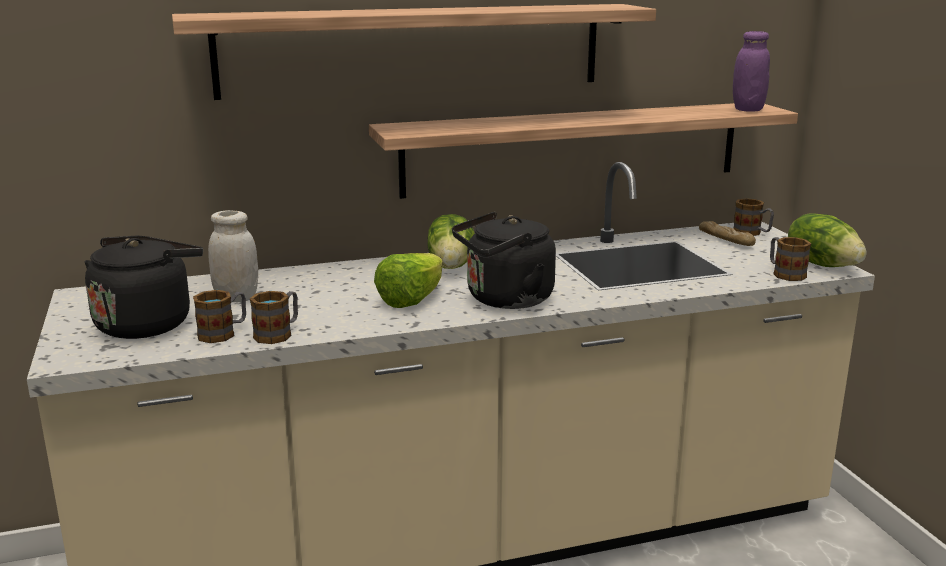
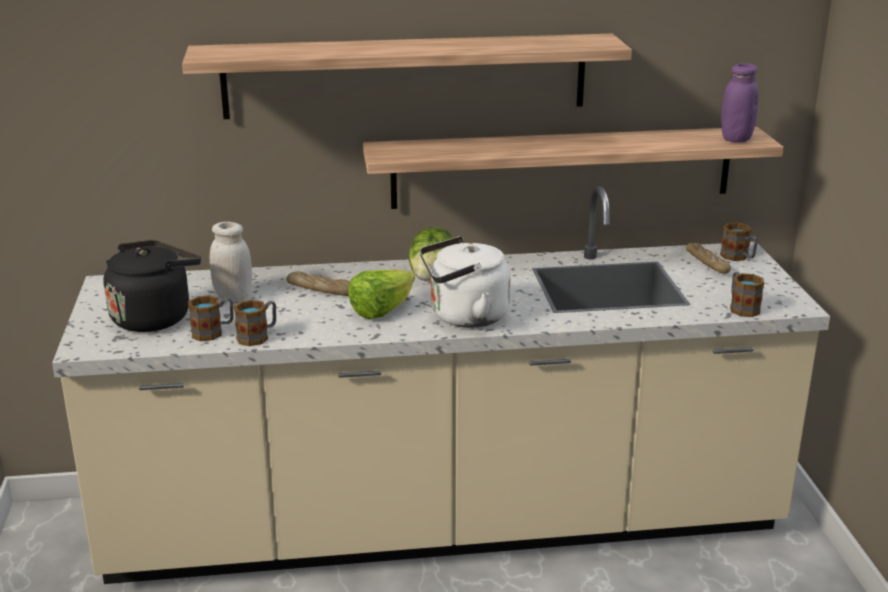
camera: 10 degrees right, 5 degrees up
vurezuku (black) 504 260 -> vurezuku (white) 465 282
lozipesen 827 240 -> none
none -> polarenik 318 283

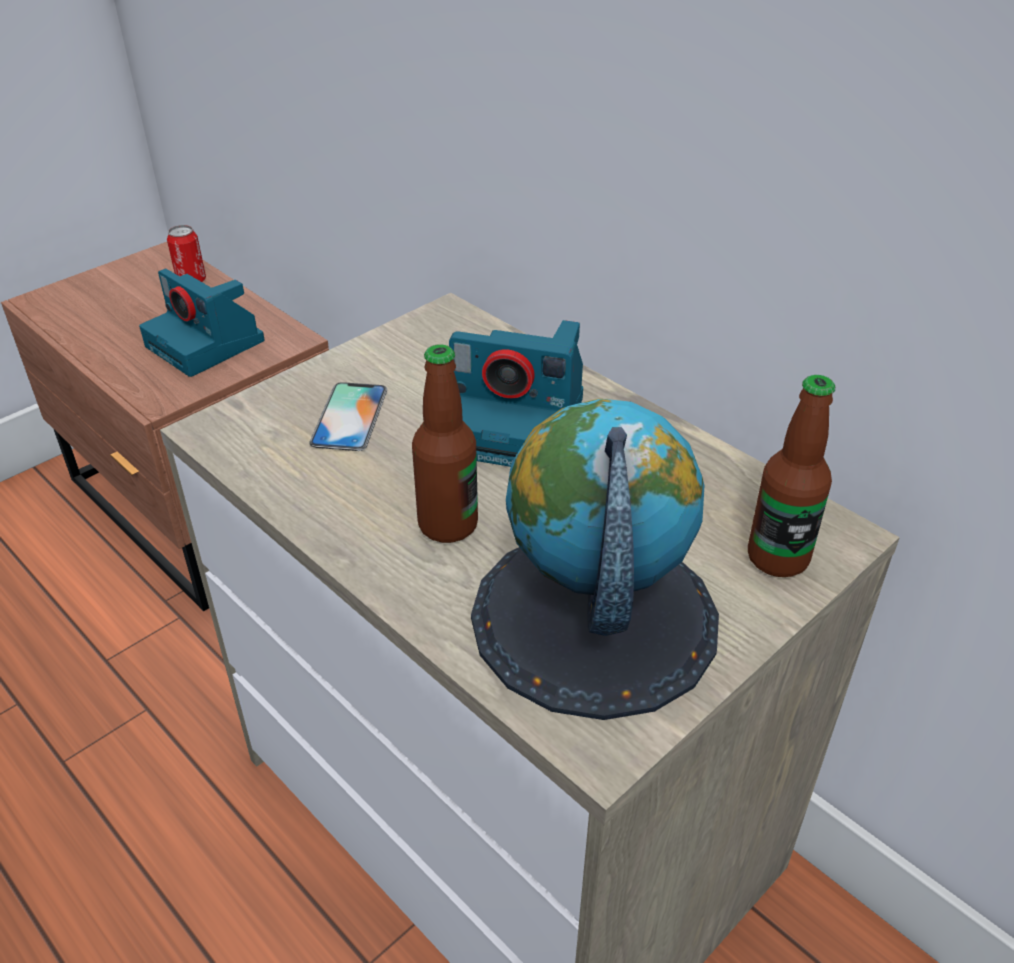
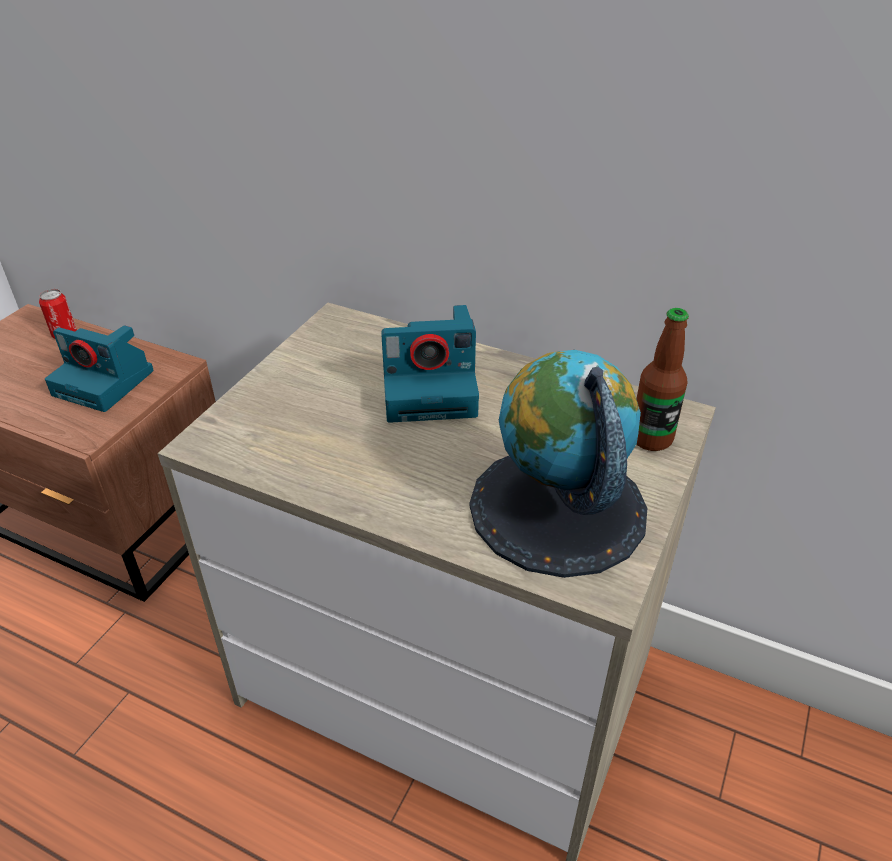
camera: 20 degrees left, 0 degrees up
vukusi 445 443 -> none
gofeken 348 416 -> none

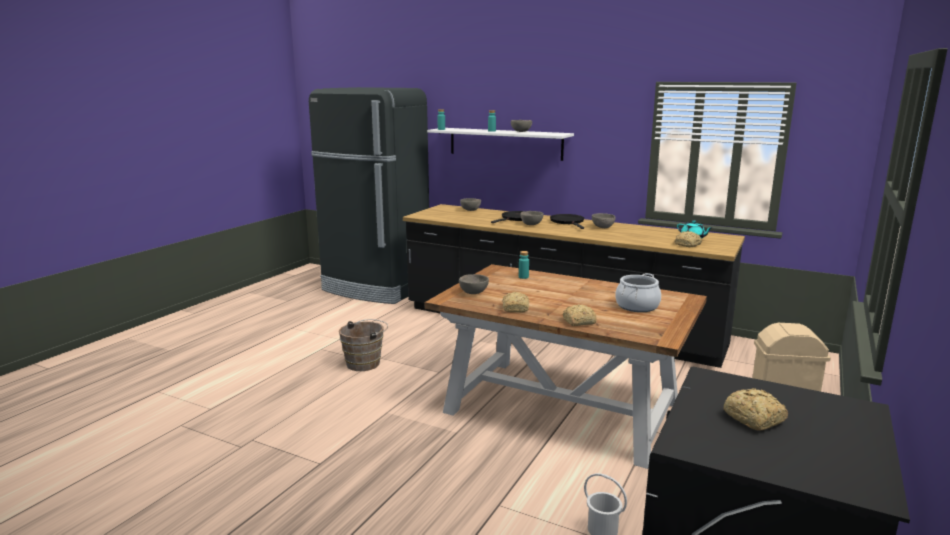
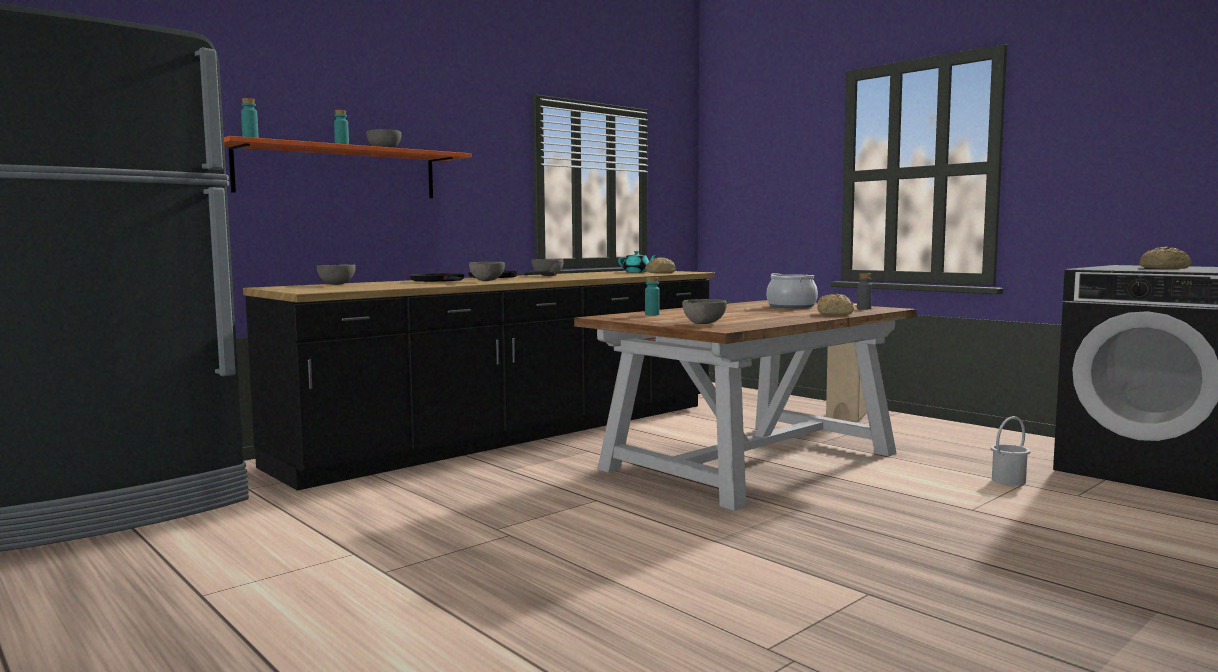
camera: 70 degrees left, 10 degrees down
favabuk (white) 500 144 -> favabuk (orange) 348 167
polarenik 516 302 -> none
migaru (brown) 363 345 -> none
none -> vukusi (grey) 864 291

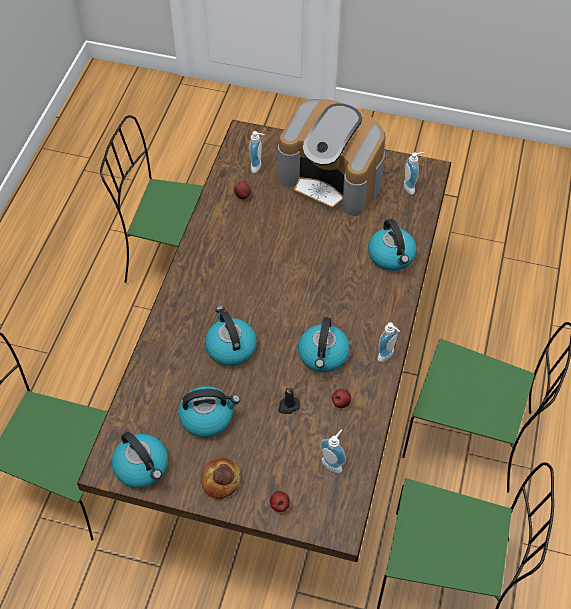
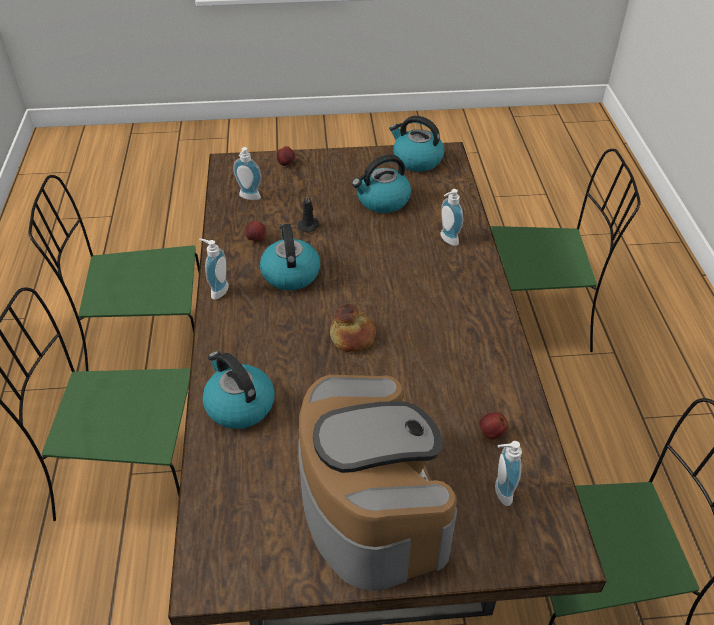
camera: 160 degrees right, 10 degrees down
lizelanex 331 157 -> lizelanex 377 483, 60 degrees clockwise
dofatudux 414 173 -> dofatudux 451 217, relocated
vurezuku 231 336 -> none
polarenik 221 478 -> polarenik 353 328, relocated

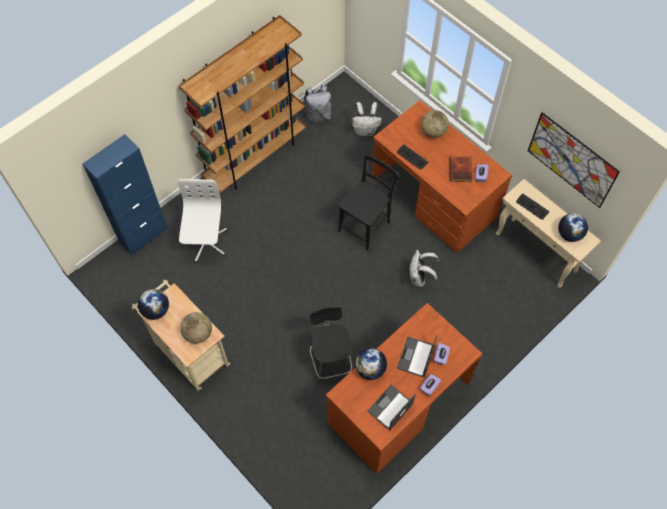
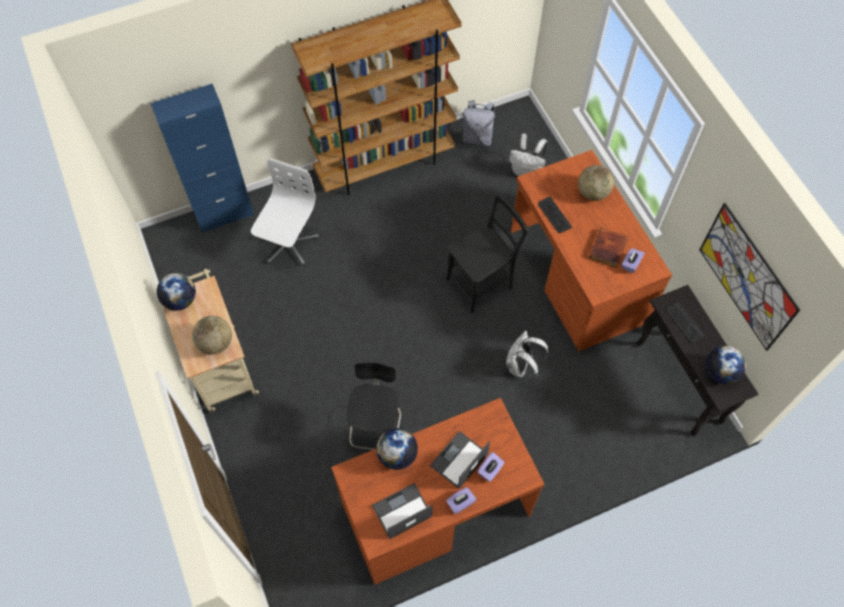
camera: 20 degrees right, 0 degrees up
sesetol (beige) 548 233 -> sesetol (black) 697 361

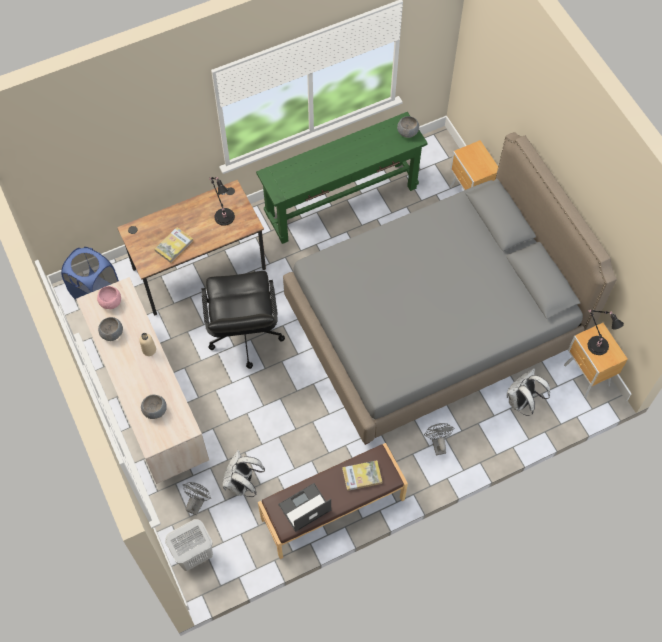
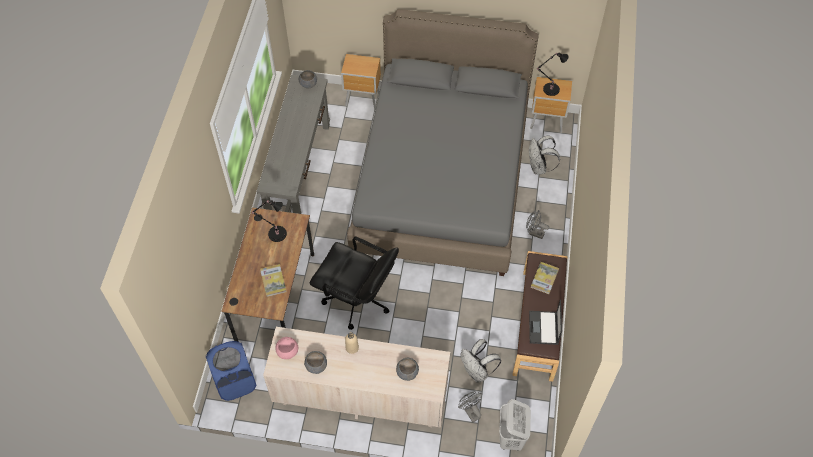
camera: 55 degrees left, 5 degrees down
sesetol (green) 341 178 -> sesetol (grey) 293 144

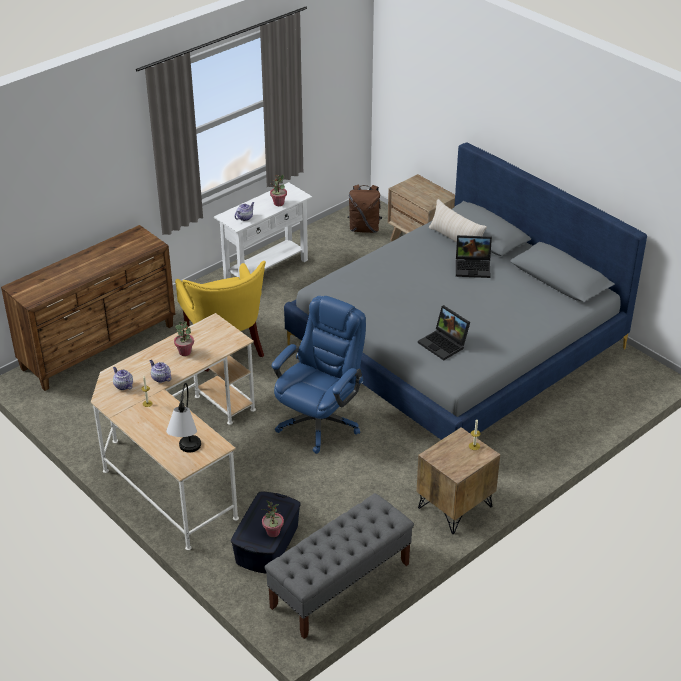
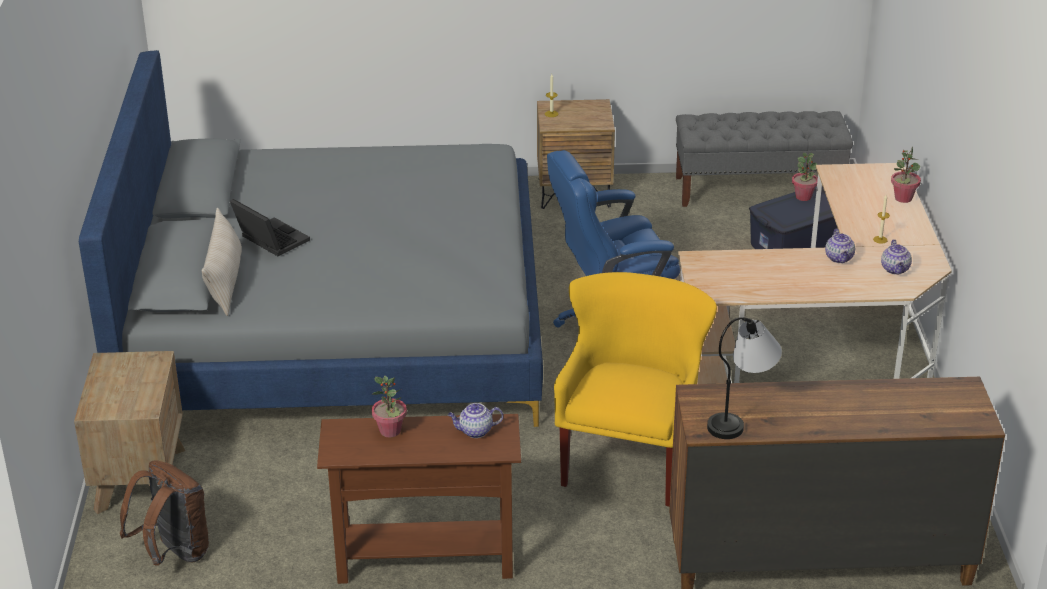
camera: 140 degrees left, 5 degrees down
sesetol (white) 263 230 -> sesetol (brown) 419 499
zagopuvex 444 332 -> none
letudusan 184 338 -> letudusan 906 175, relocated
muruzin 183 418 -> muruzin 744 378, relocated

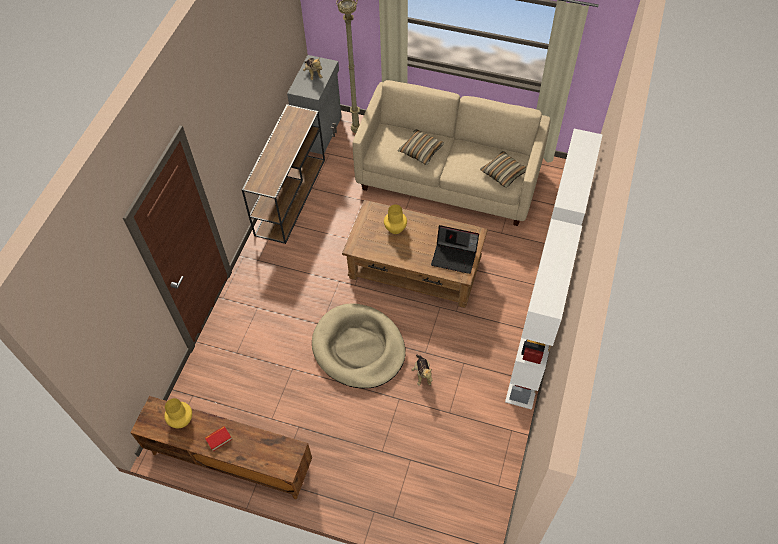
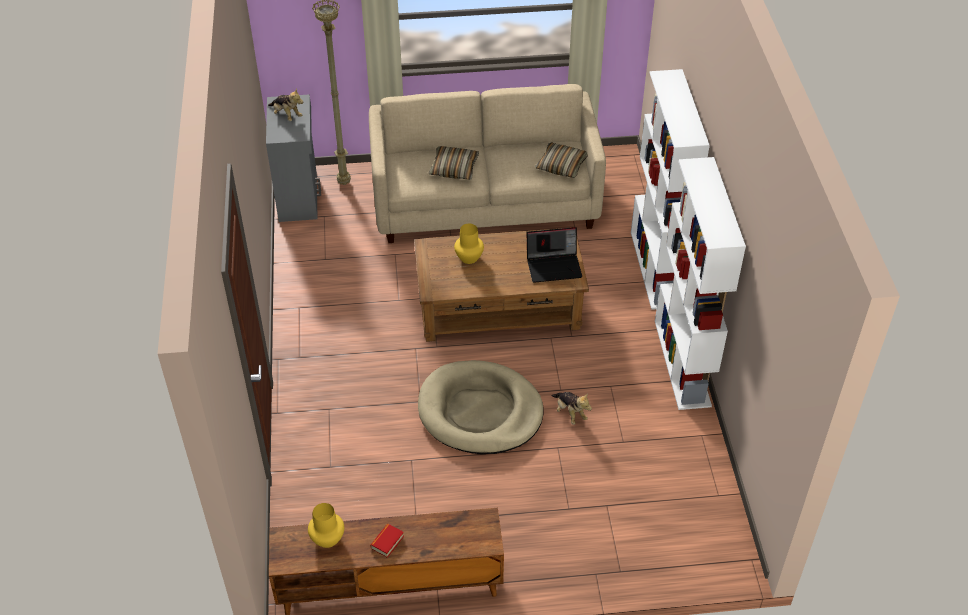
camera: 25 degrees left, 10 degrees down
sesetol (brown) 283 174 -> none

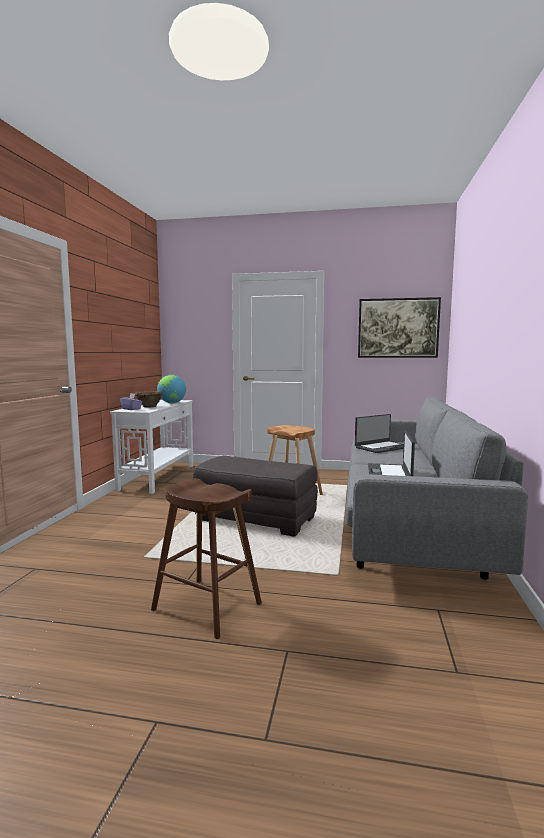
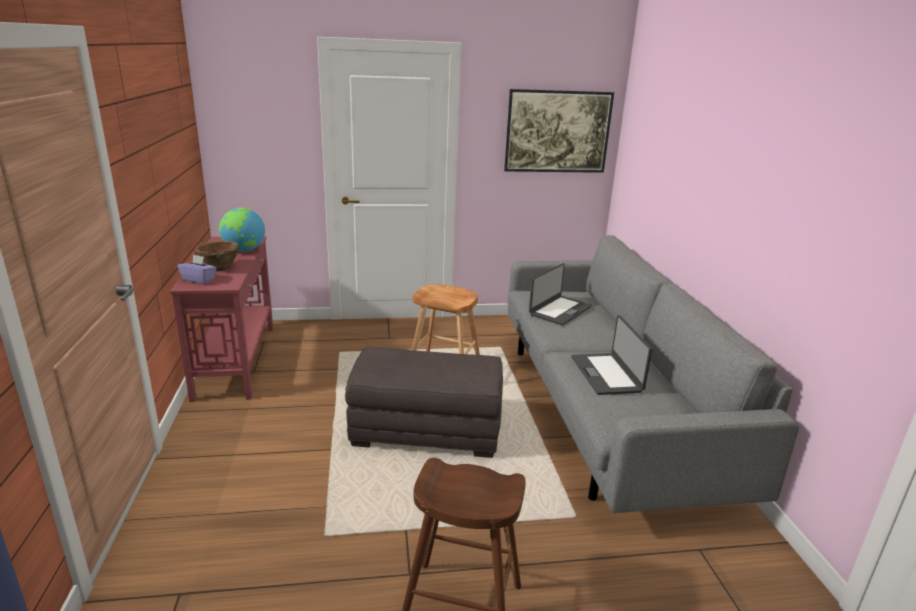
camera: 20 degrees left, 15 degrees up
sesetol (white) 152 447 -> sesetol (red) 221 319

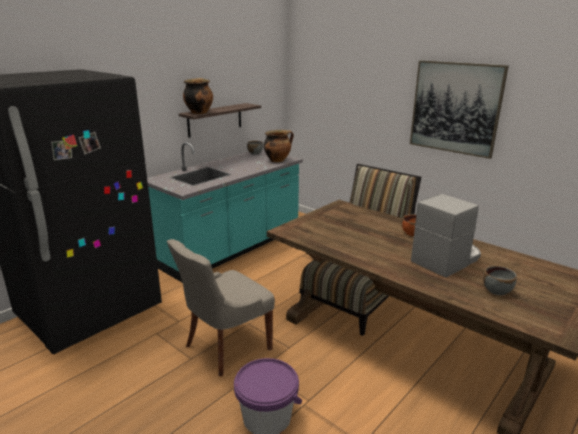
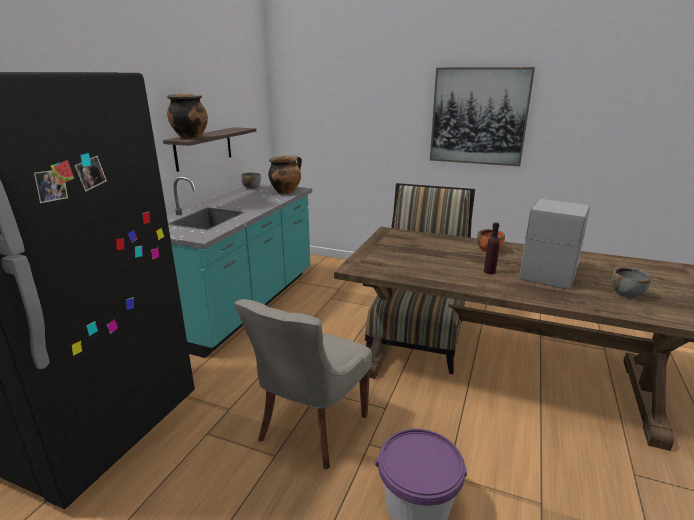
camera: 20 degrees left, 0 degrees up
none -> vukusi (purple) 492 248

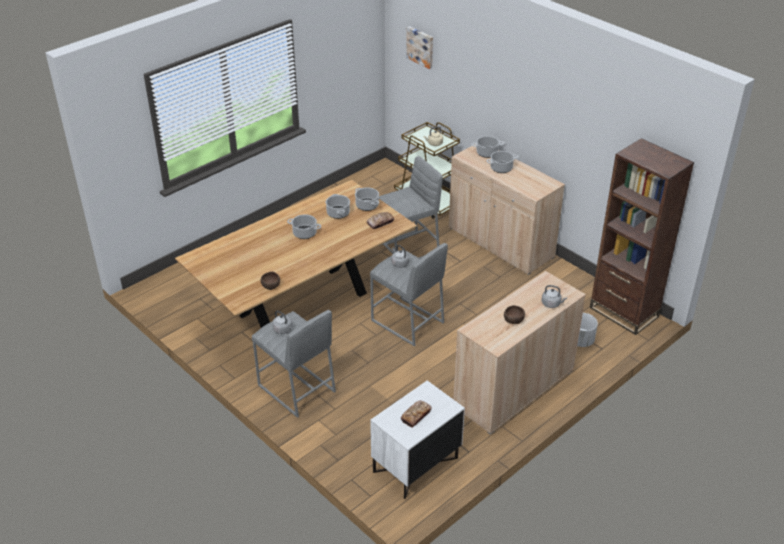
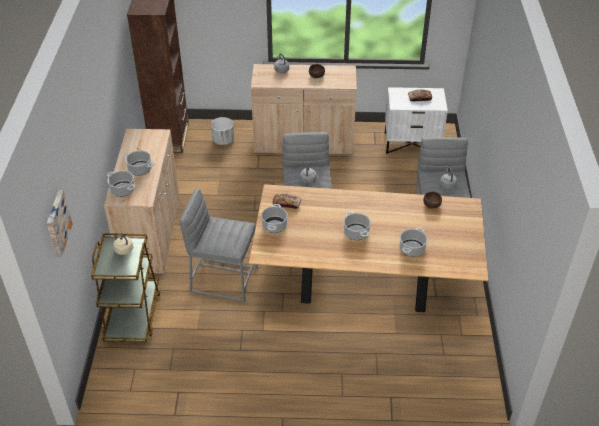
camera: 135 degrees left, 5 degrees up
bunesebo 337 206 -> bunesebo 414 242, relocated

